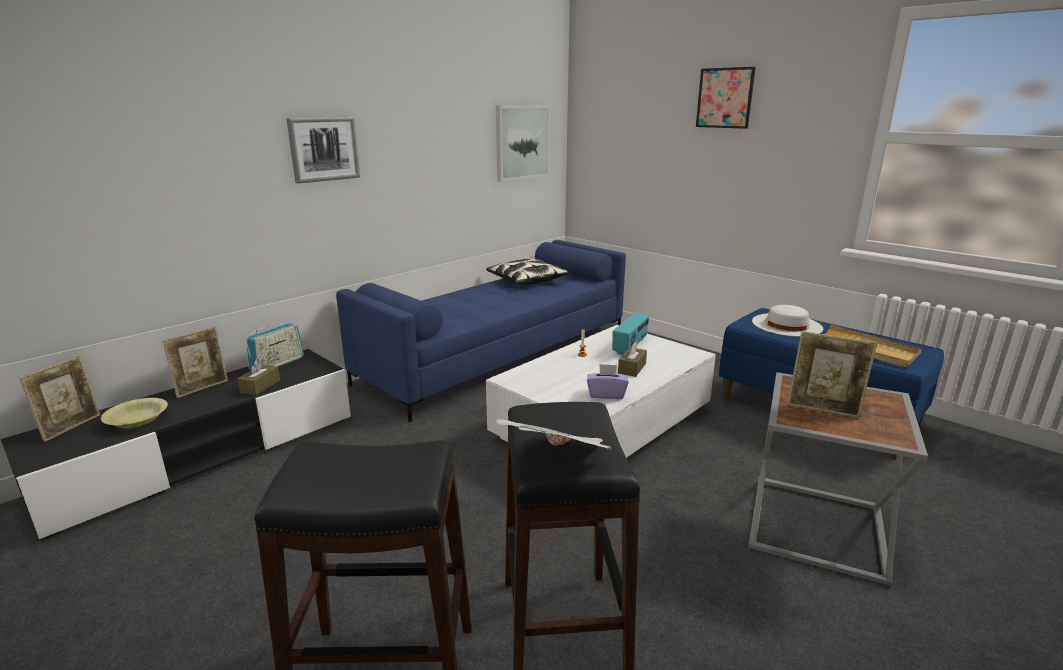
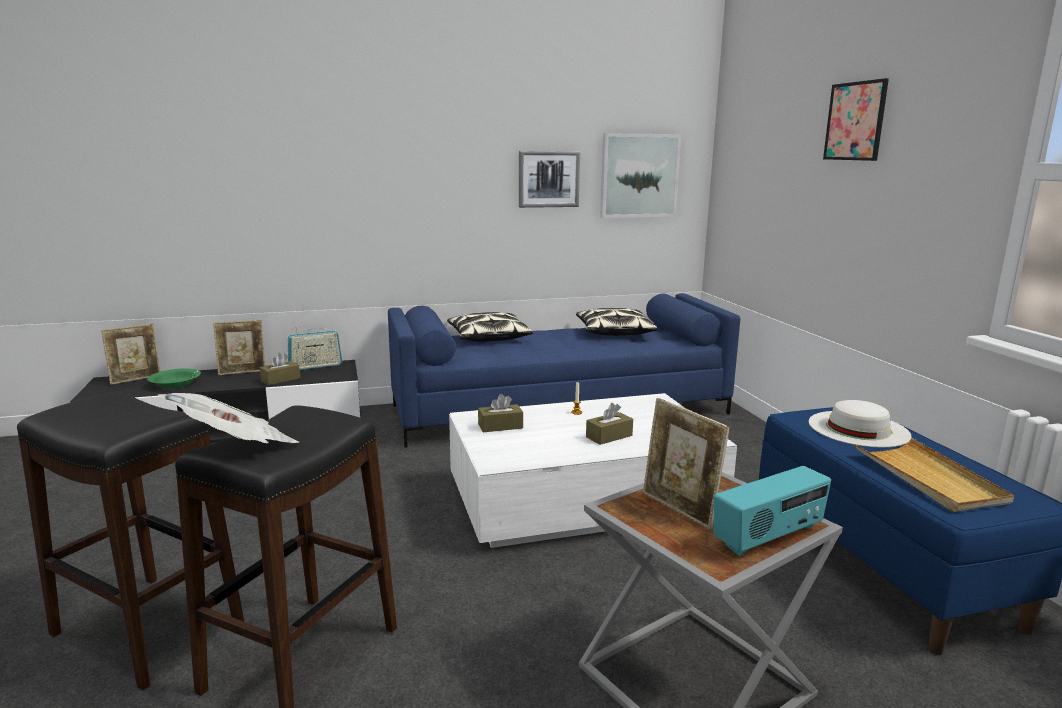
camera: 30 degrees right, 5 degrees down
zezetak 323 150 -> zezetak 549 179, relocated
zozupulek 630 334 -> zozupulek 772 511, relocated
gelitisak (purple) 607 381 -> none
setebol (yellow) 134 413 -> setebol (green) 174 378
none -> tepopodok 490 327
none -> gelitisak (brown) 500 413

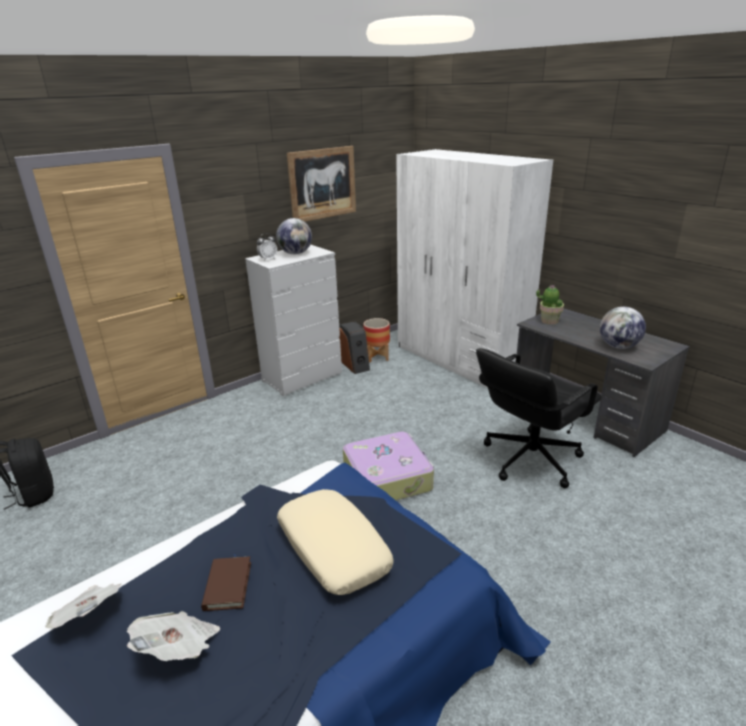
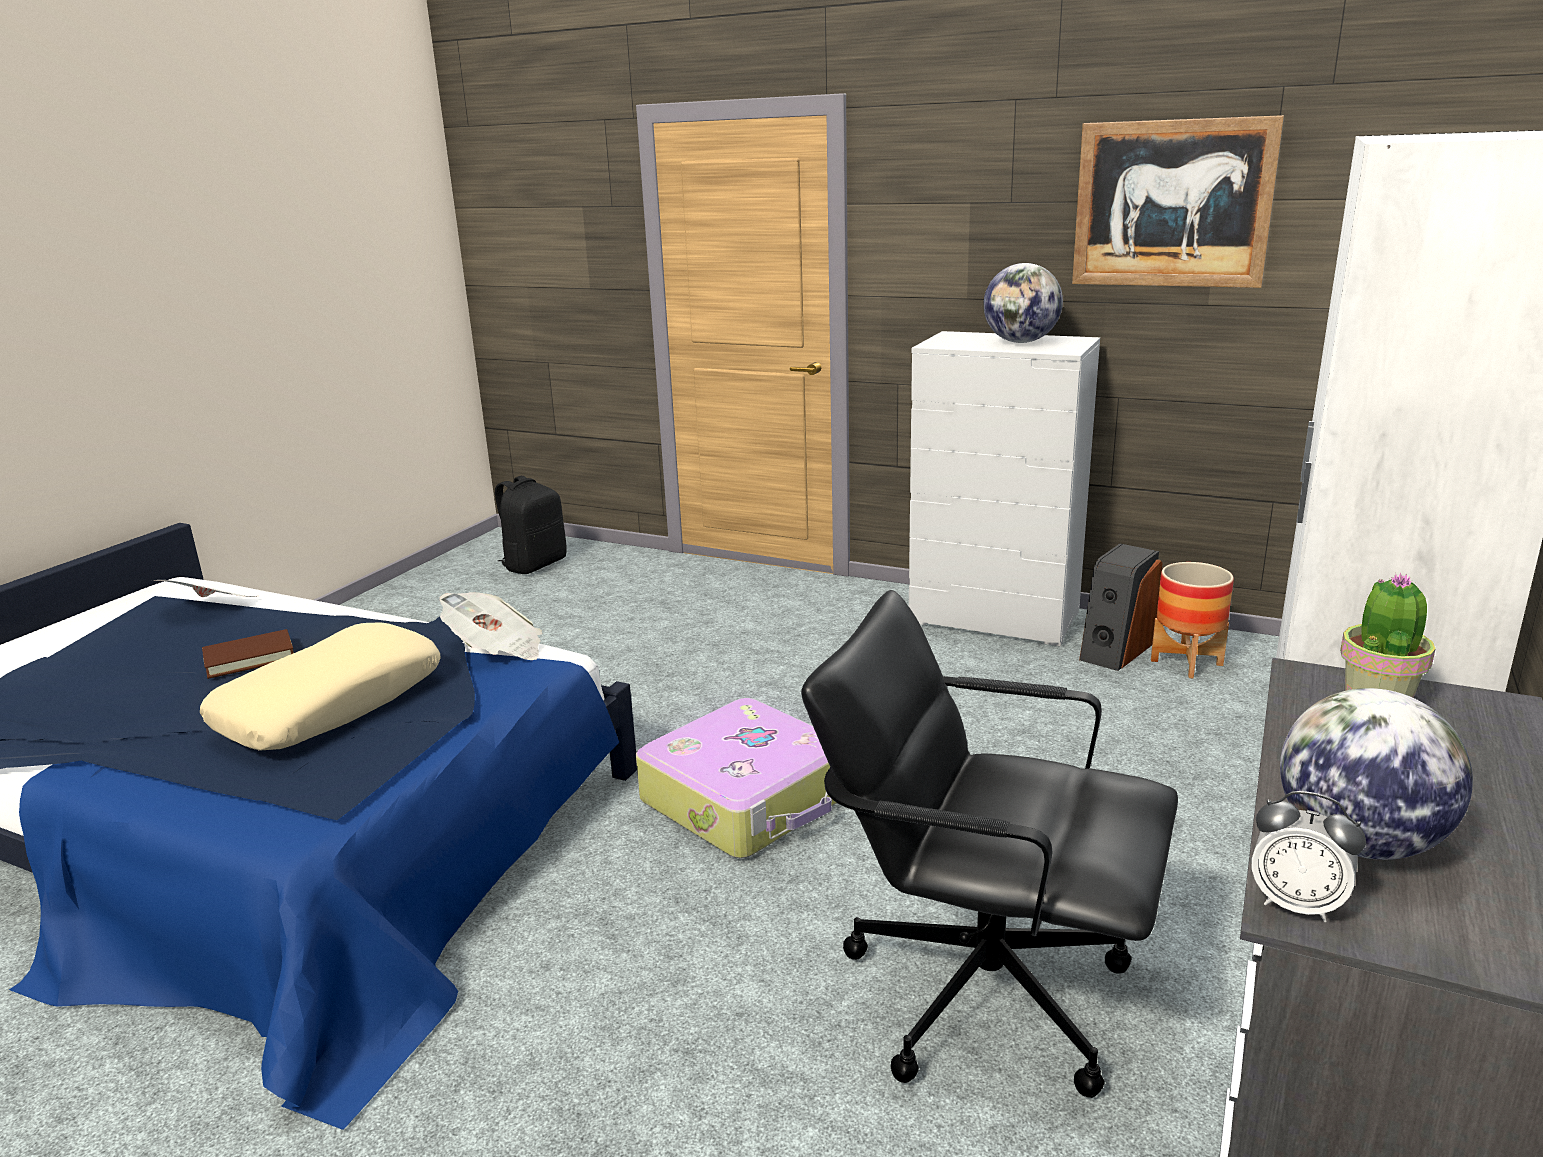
camera: 65 degrees right, 5 degrees down
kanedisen 267 247 -> kanedisen 1309 856, relocated
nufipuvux 173 636 -> nufipuvux 491 626, relocated

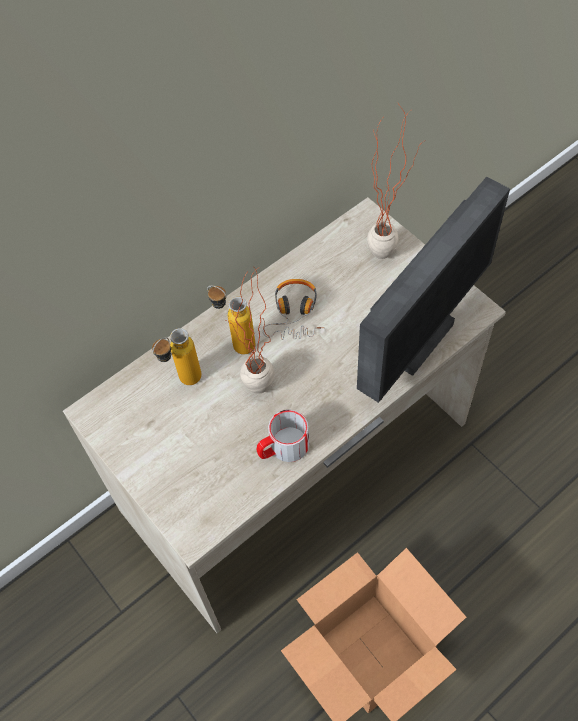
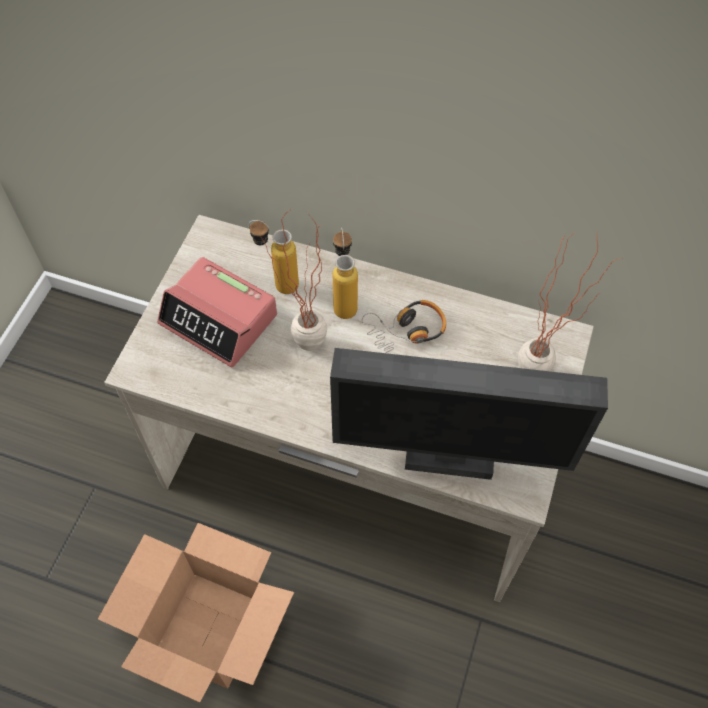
camera: 55 degrees right, 0 degrees up
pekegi 283 436 -> none
none -> kanedisen 217 312

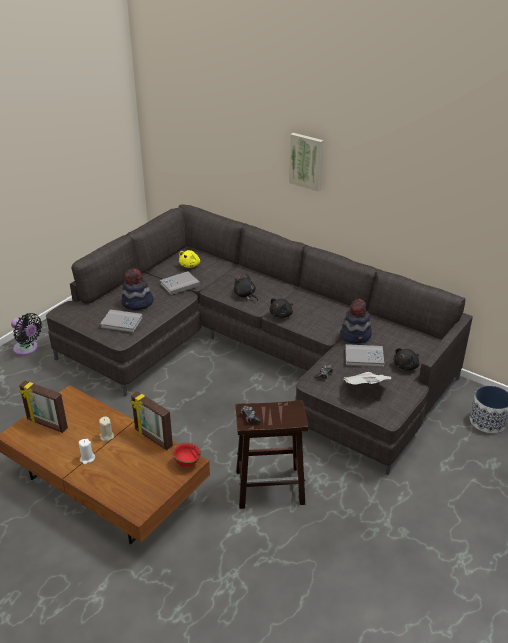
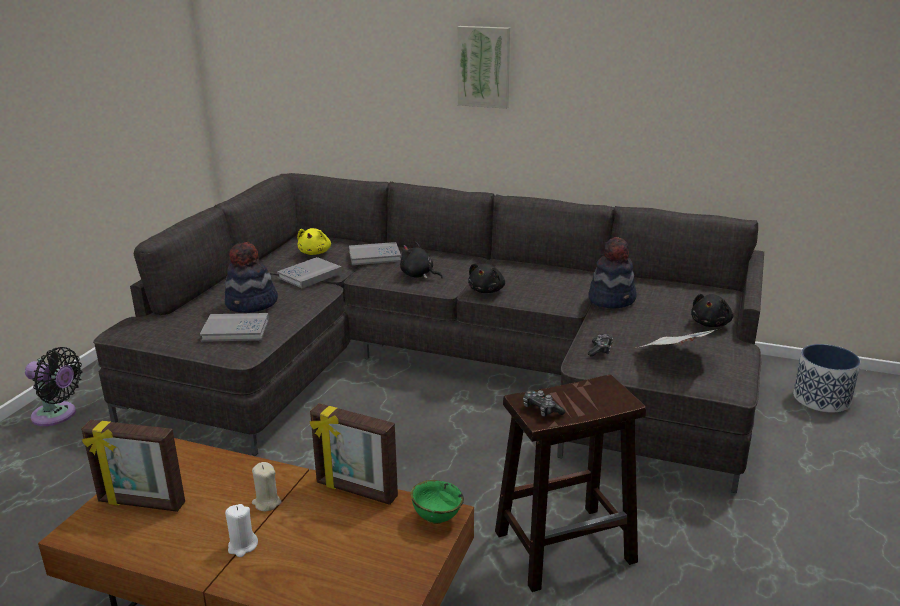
camera: 15 degrees left, 10 degrees down
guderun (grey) 364 355 -> guderun (grey) 375 253, relocated
setebol (red) 187 454 -> setebol (green) 437 502

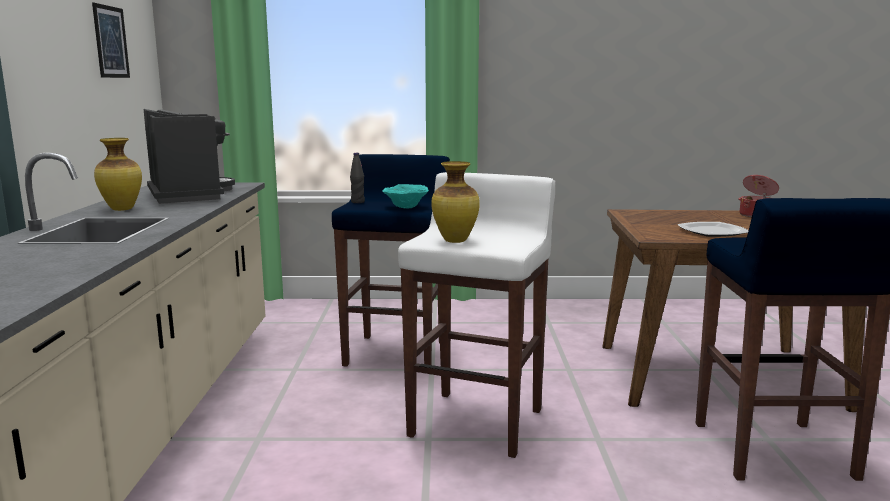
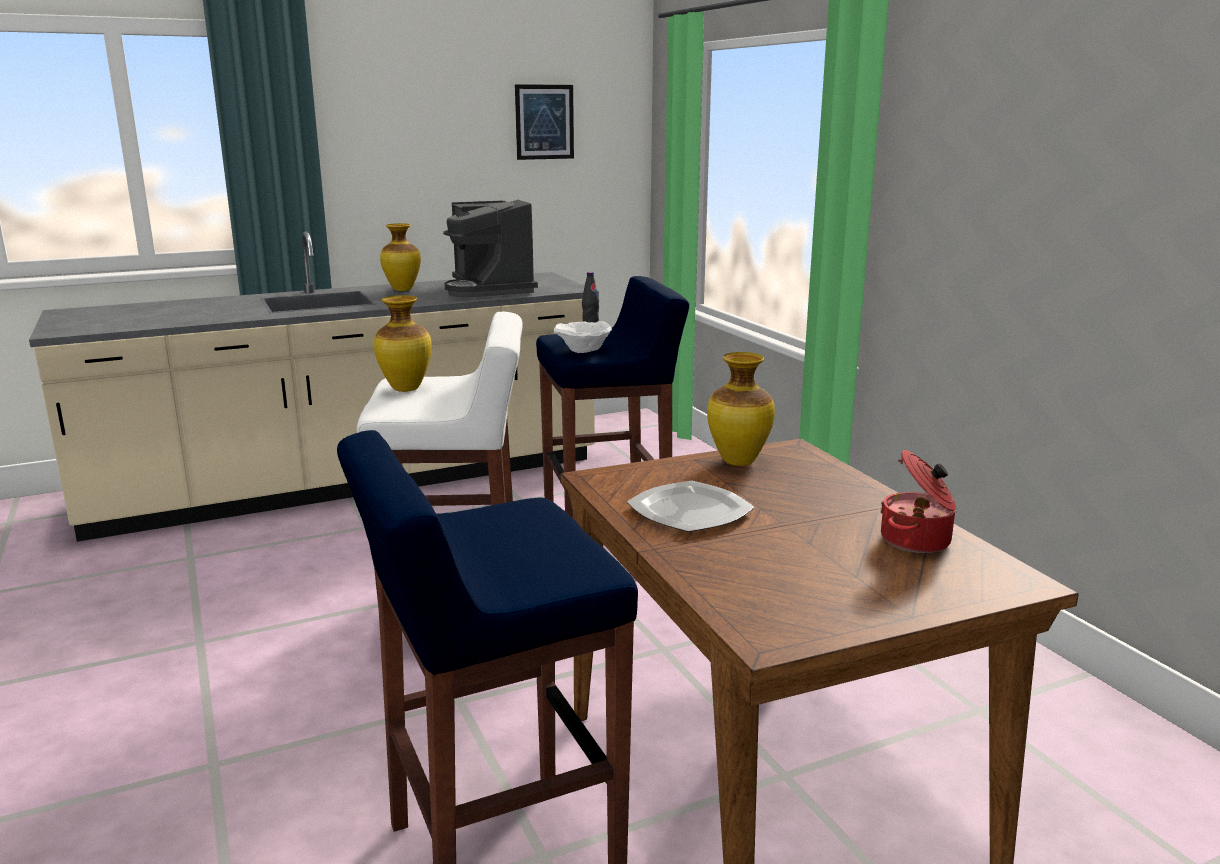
camera: 65 degrees right, 5 degrees up
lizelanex 189 156 -> lizelanex 490 248, 120 degrees clockwise
setebol (turquoise) 405 196 -> setebol (white) 583 337
none -> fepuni 741 409

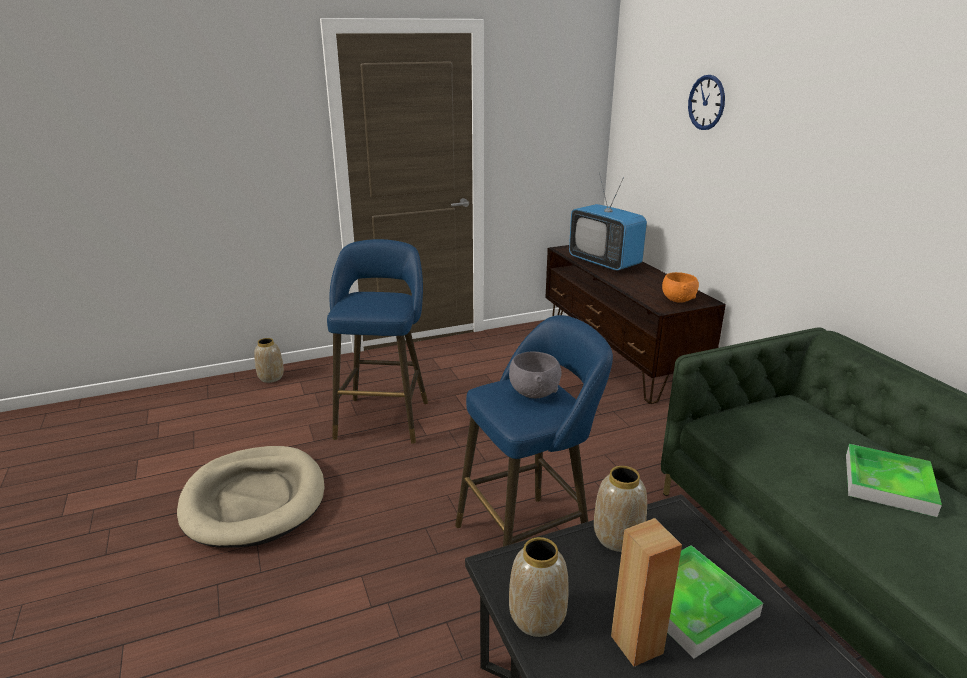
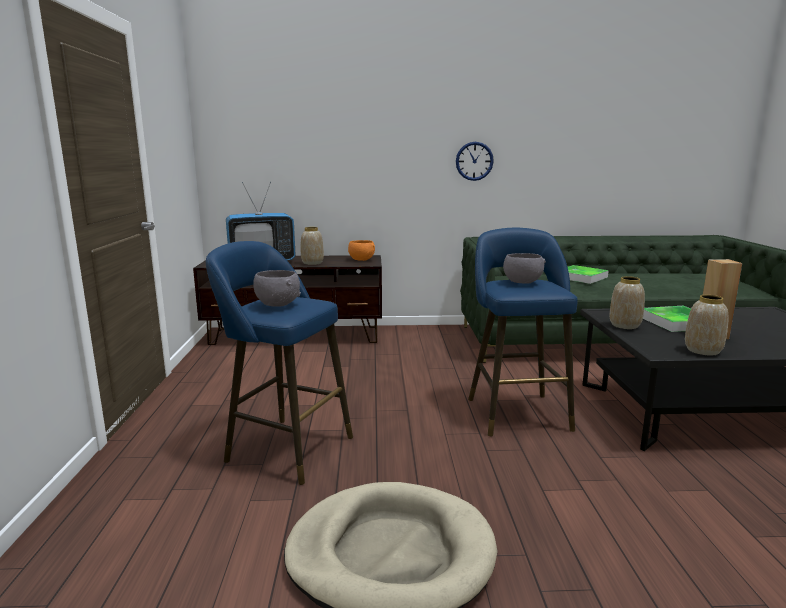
camera: 70 degrees left, 10 degrees down
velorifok 706 102 -> velorifok 475 161, relocated
fepuni 269 360 -> fepuni 312 246, relocated
none -> setebol (grey) 277 288

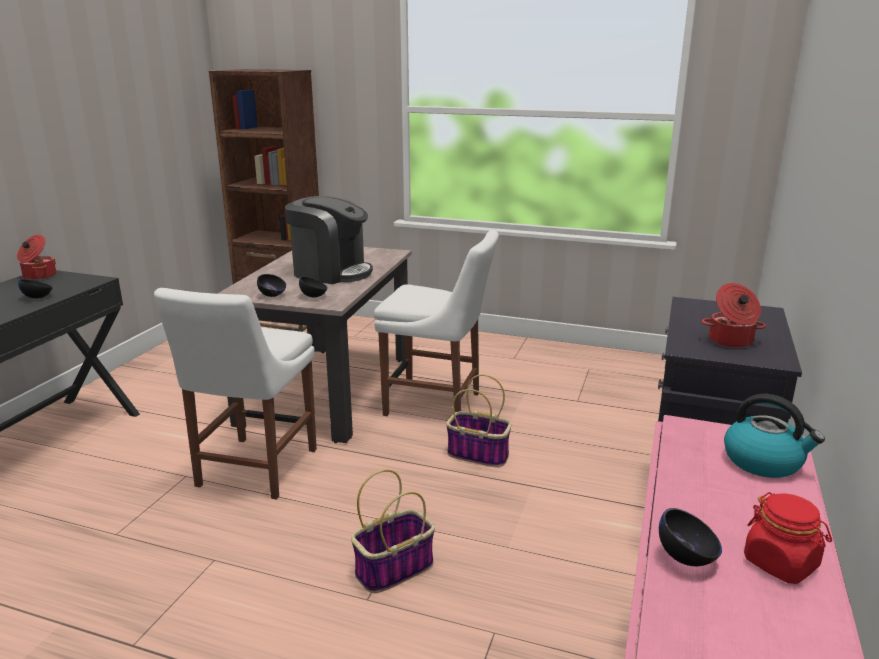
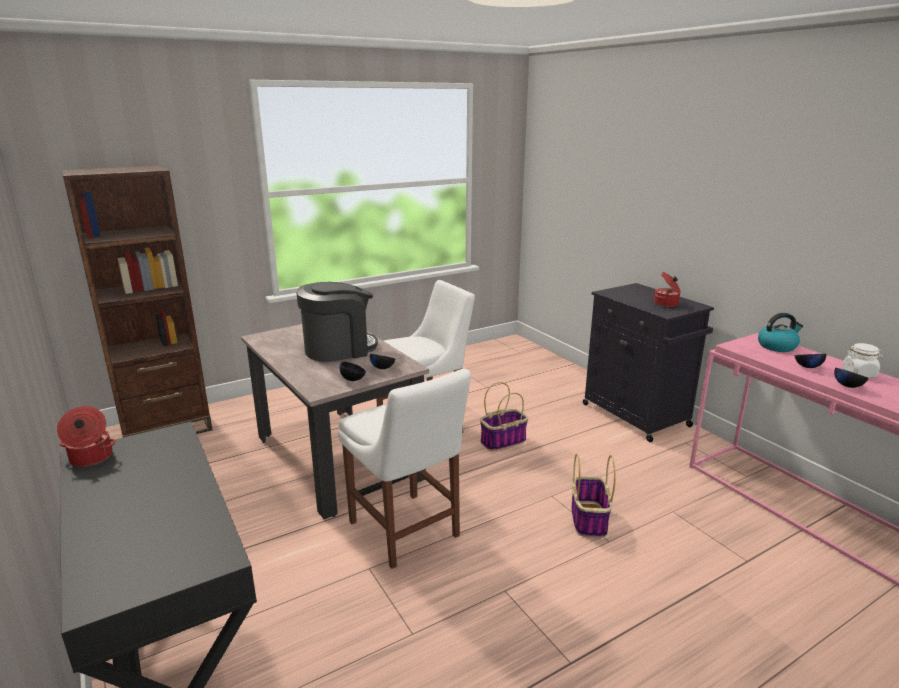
camera: 50 degrees left, 0 degrees up
setebol (black) 35 289 -> setebol (black) 810 361, relocated
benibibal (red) 788 538 -> benibibal (white) 863 360

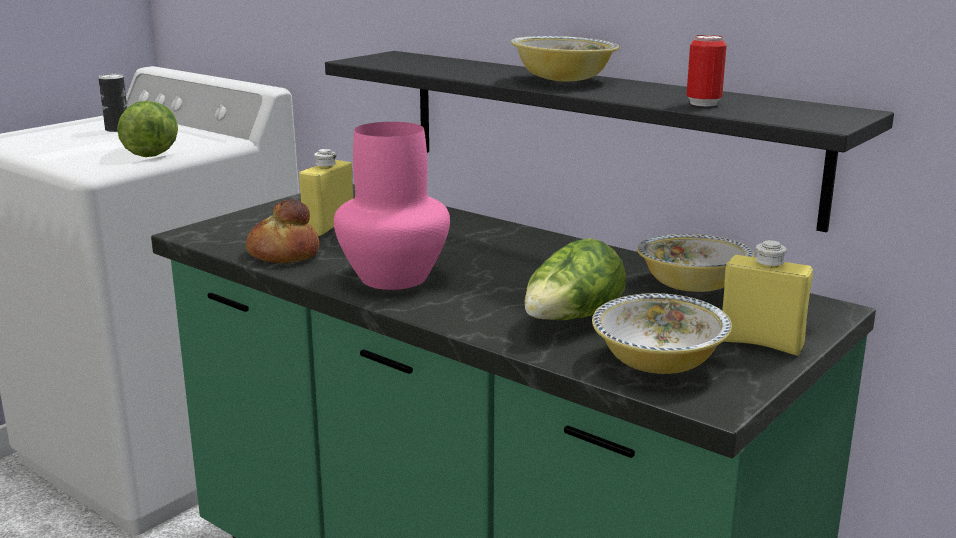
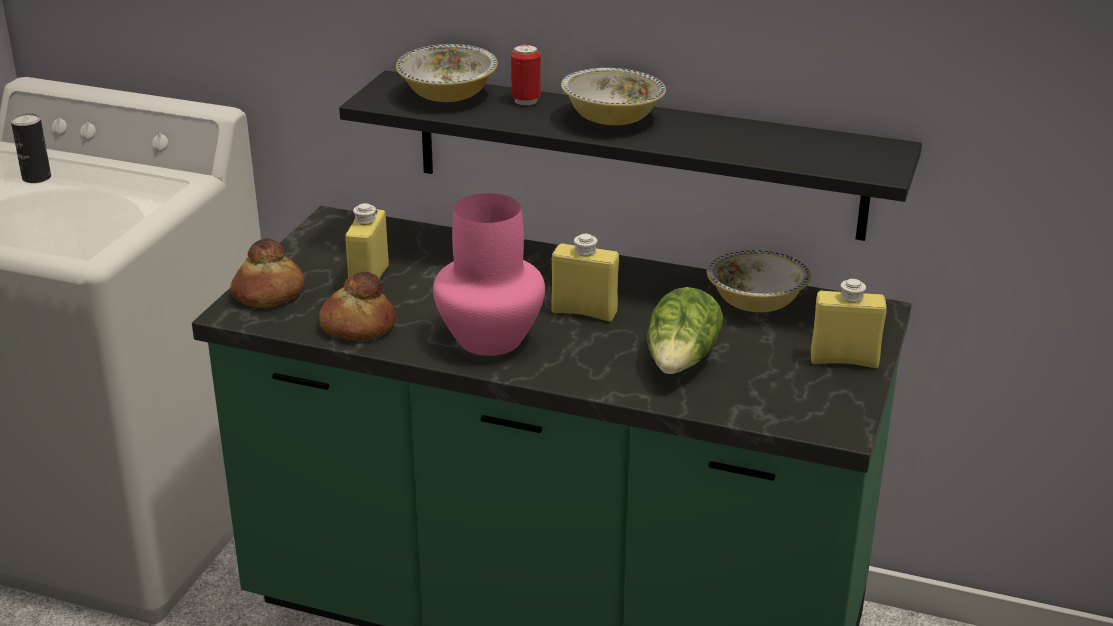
camera: 20 degrees left, 10 degrees up
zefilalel 706 70 -> zefilalel 526 74, relocated
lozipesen 147 129 -> none
setebol 662 333 -> setebol 447 73, relocated
none -> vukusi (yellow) 585 278
none -> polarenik 267 273

